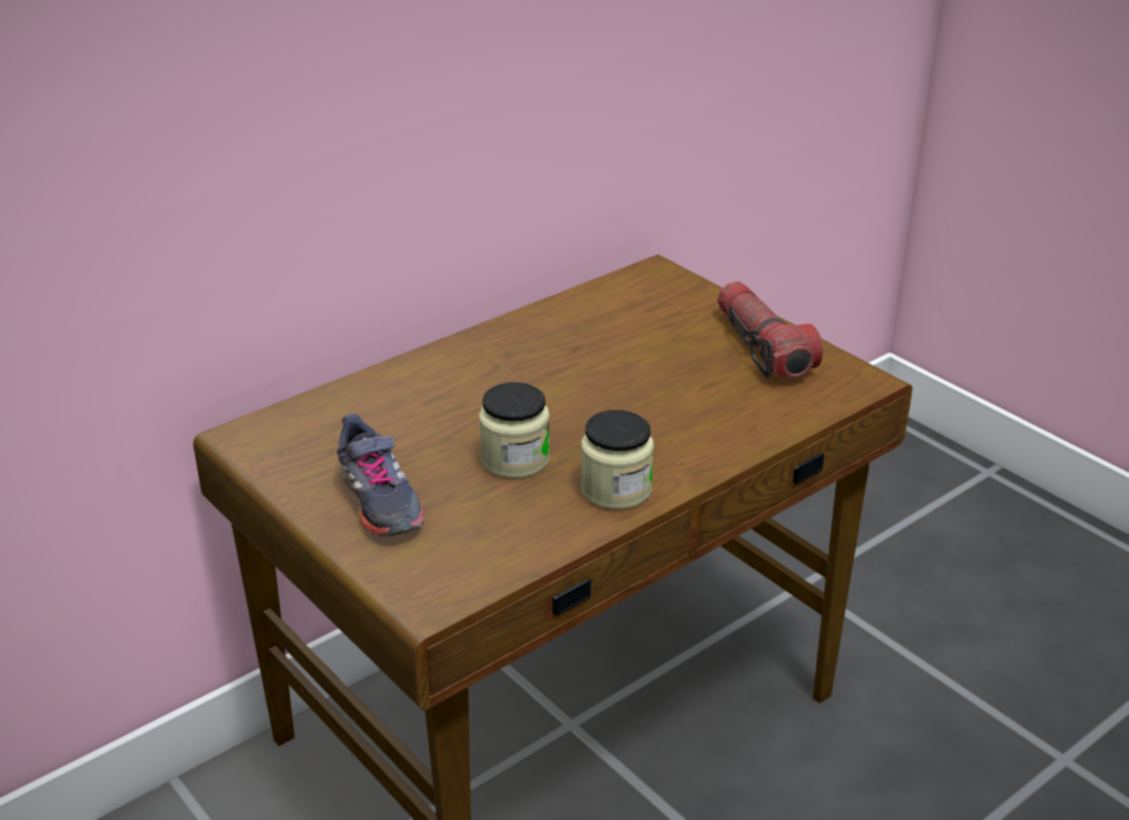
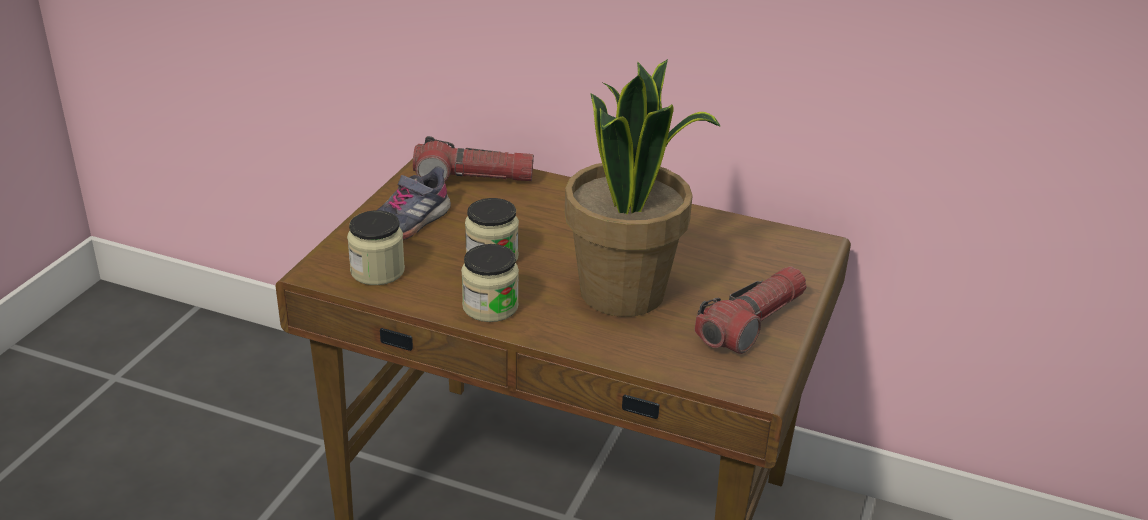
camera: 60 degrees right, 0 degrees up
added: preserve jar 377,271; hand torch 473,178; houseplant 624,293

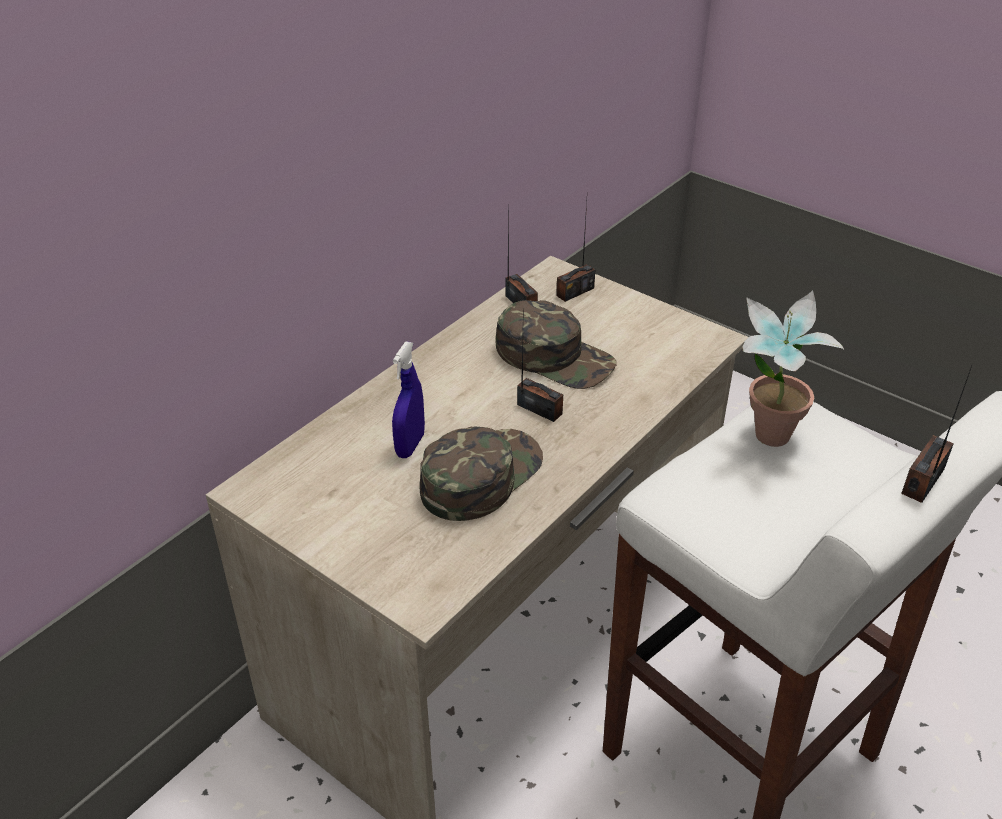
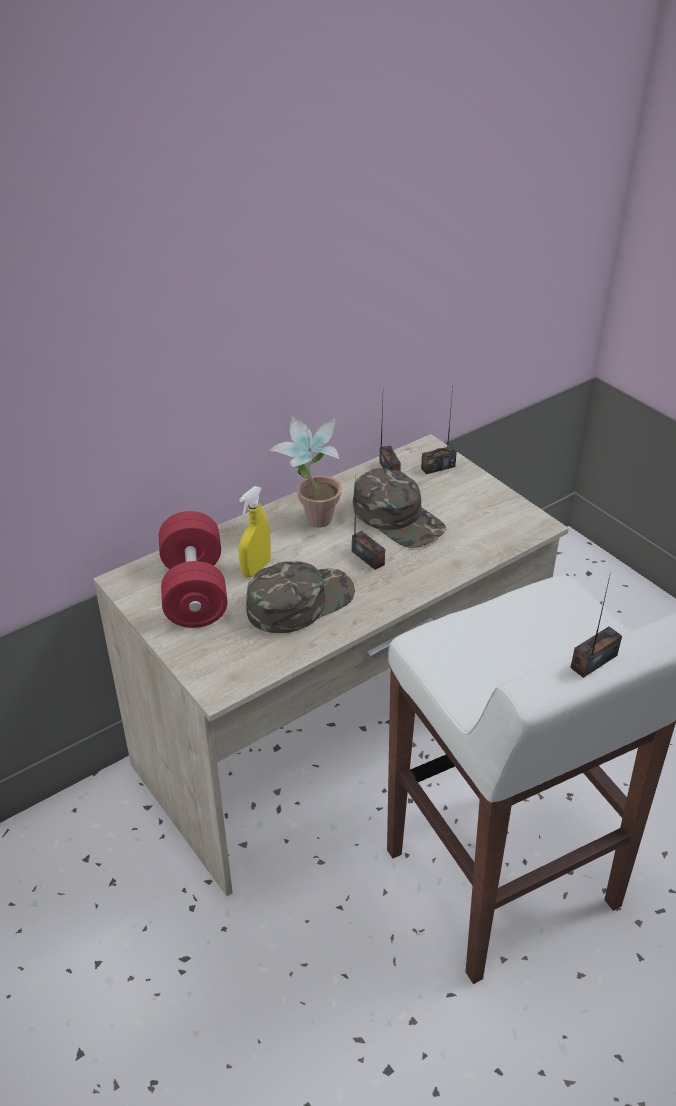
camera: 15 degrees right, 0 degrees up
added: hand weight (reddish) 194,591
moved: houseplant 765,442 to 311,523
recoloured: hand sprayer (blue-coloured) 410,445 to hand sprayer (yellowish) 256,568

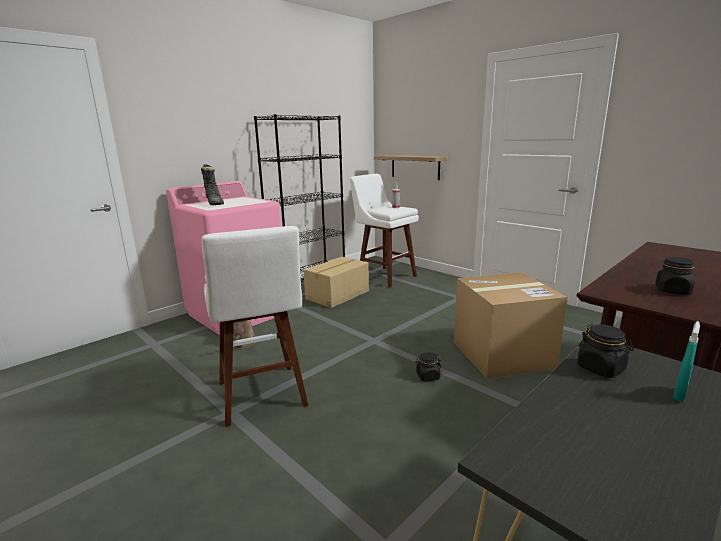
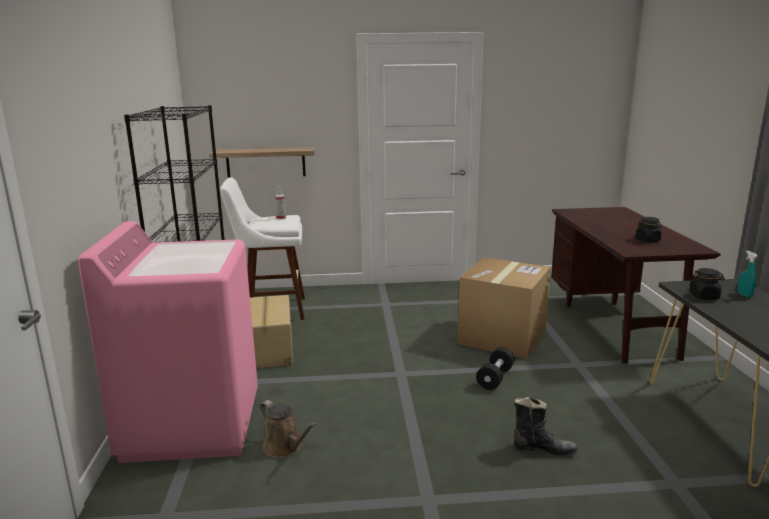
camera: 50 degrees left, 0 degrees up
removed: sitting stool (whitish) 262,397
moved: boot (blackish) 215,204 to 543,449
replaced: preserve jar (blackish) 427,376 to hand weight (blackish) 495,378

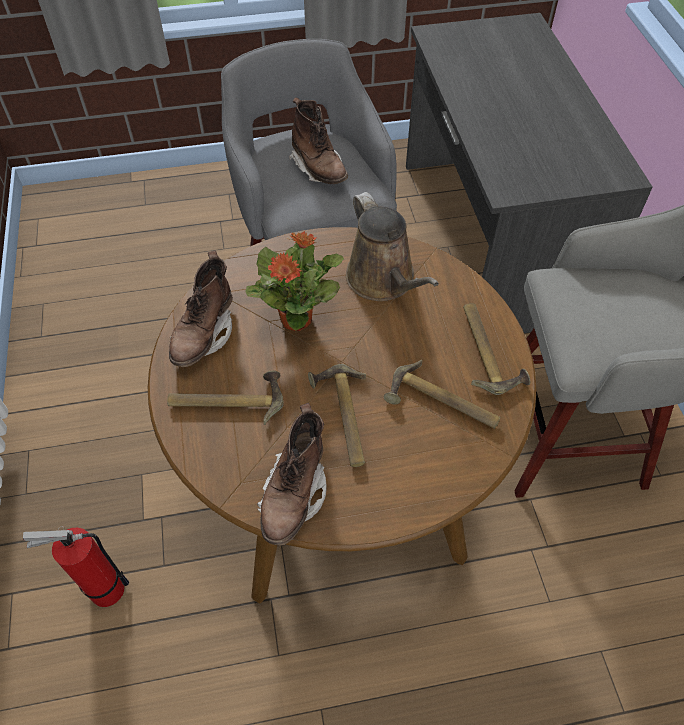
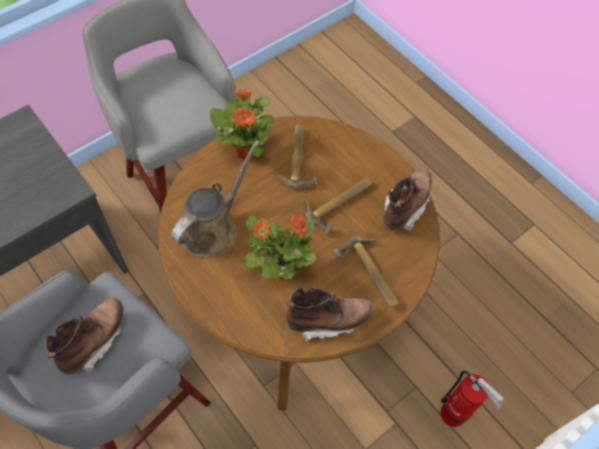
camera: 120 degrees left, 5 degrees up
replaced: hammer 488,351 to houseplant 245,149
turned: boot (brownish) 294,495 = 405,206 45 degrees counterclockwise

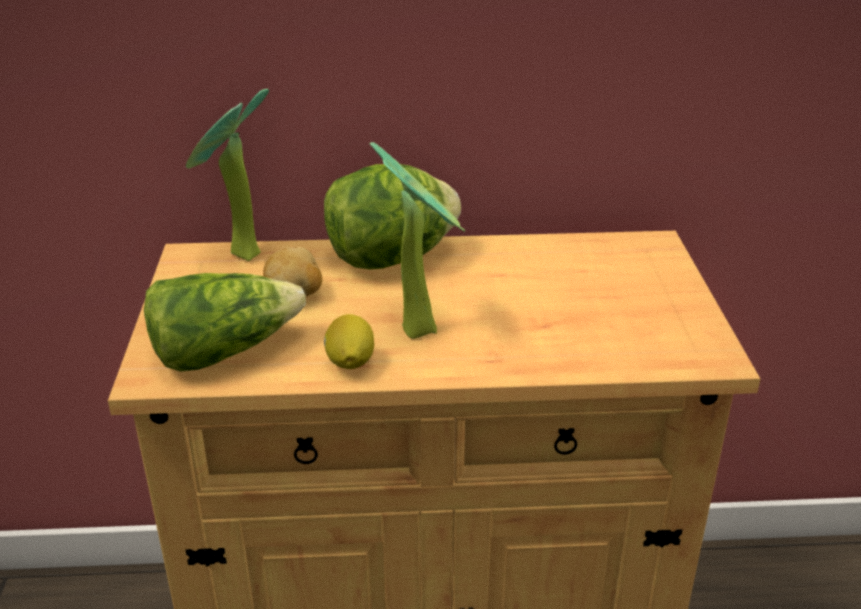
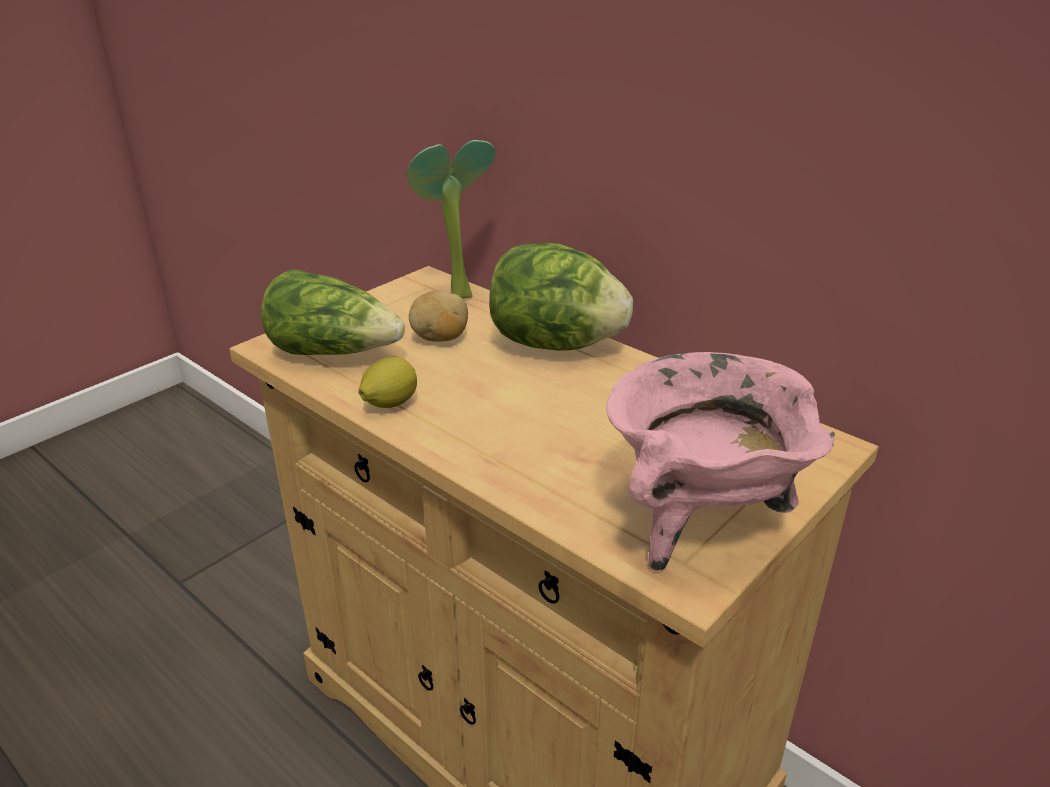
camera: 45 degrees right, 0 degrees up
removed: houseplant 421,327
added: cooking pot (pinkish) 700,521

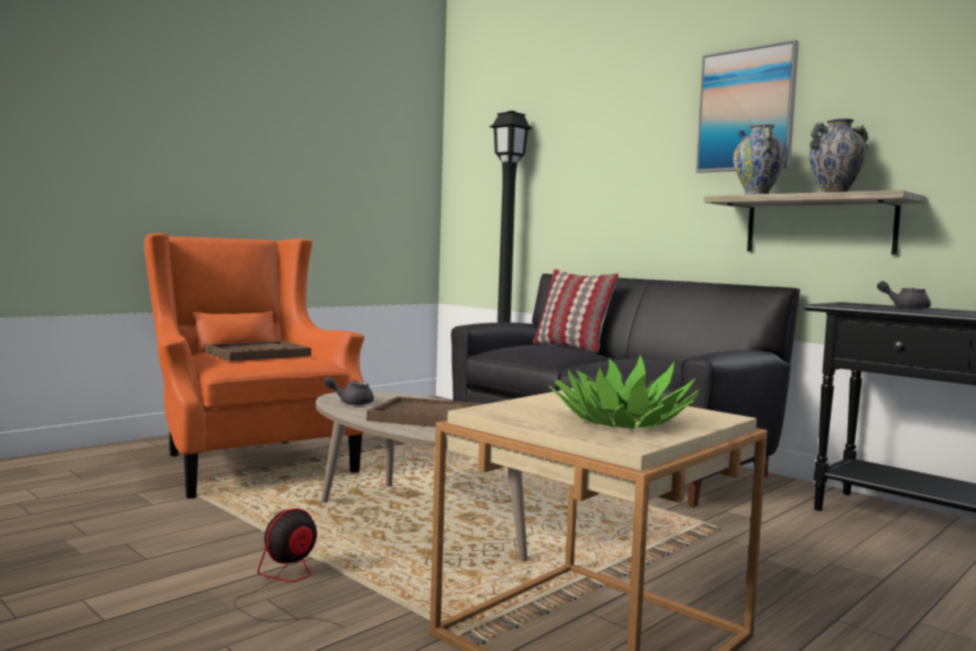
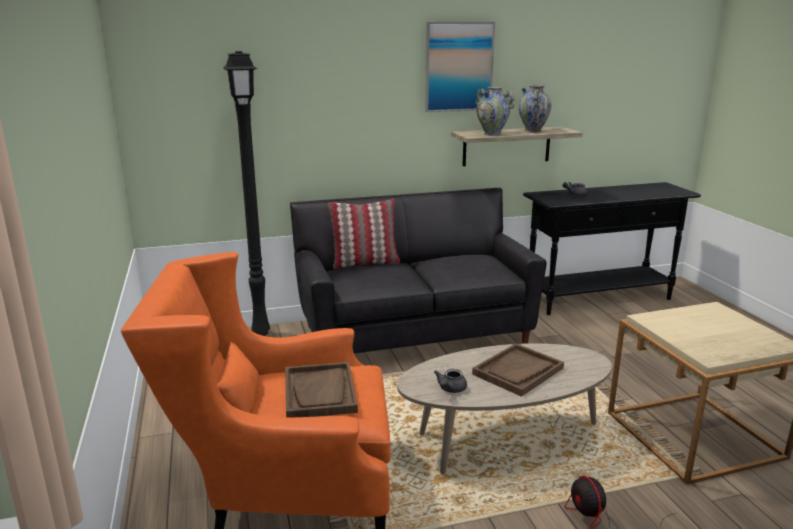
camera: 60 degrees left, 15 degrees up
removed: houseplant 621,422

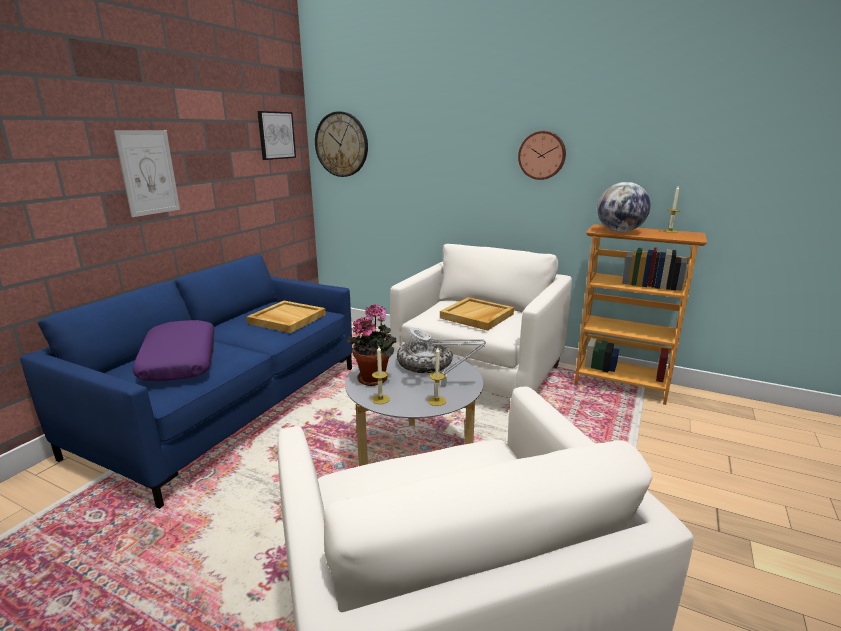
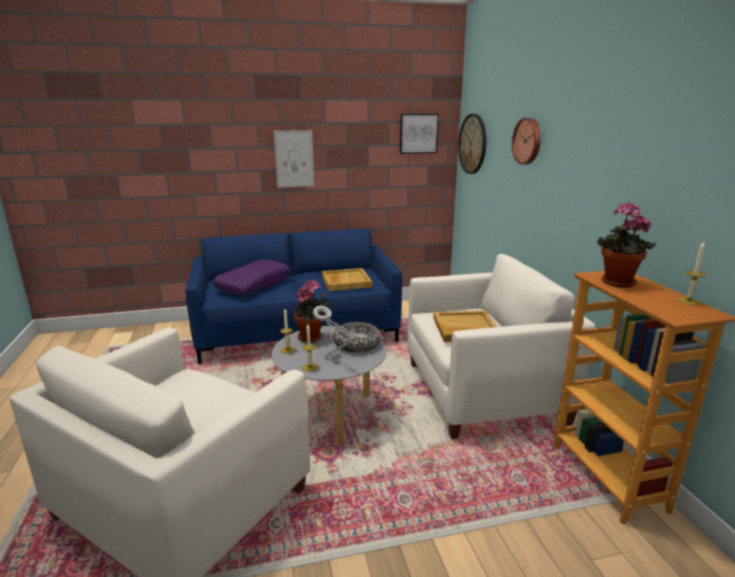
camera: 50 degrees right, 0 degrees up
moved: hanging clock 542,155 to 528,141
replaced: world globe 619,231 to houseplant 616,283

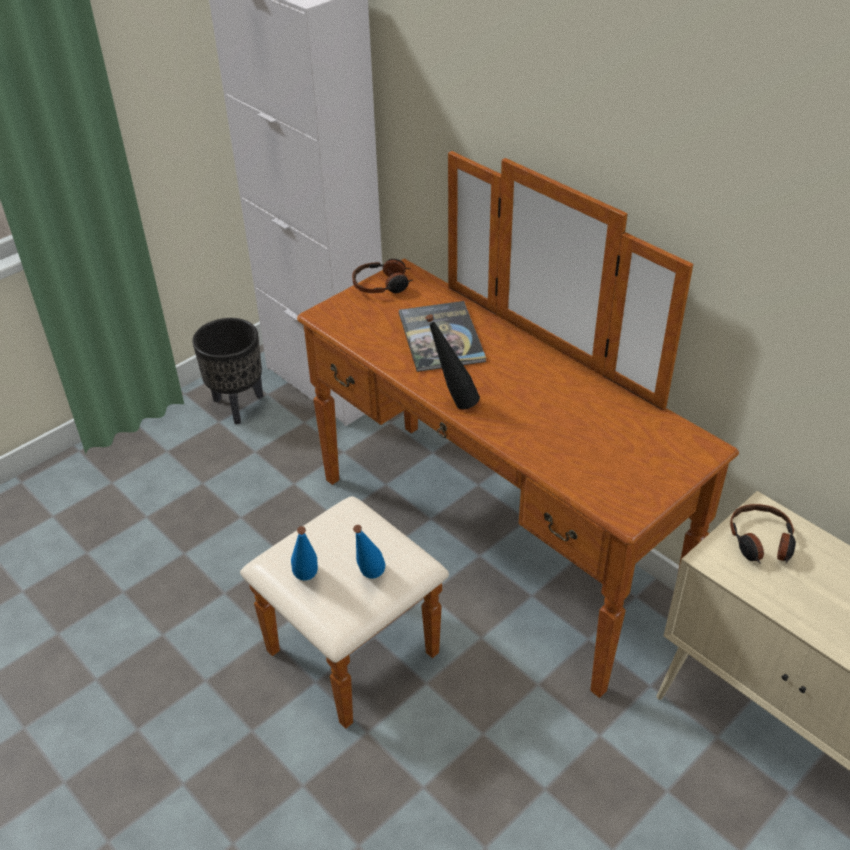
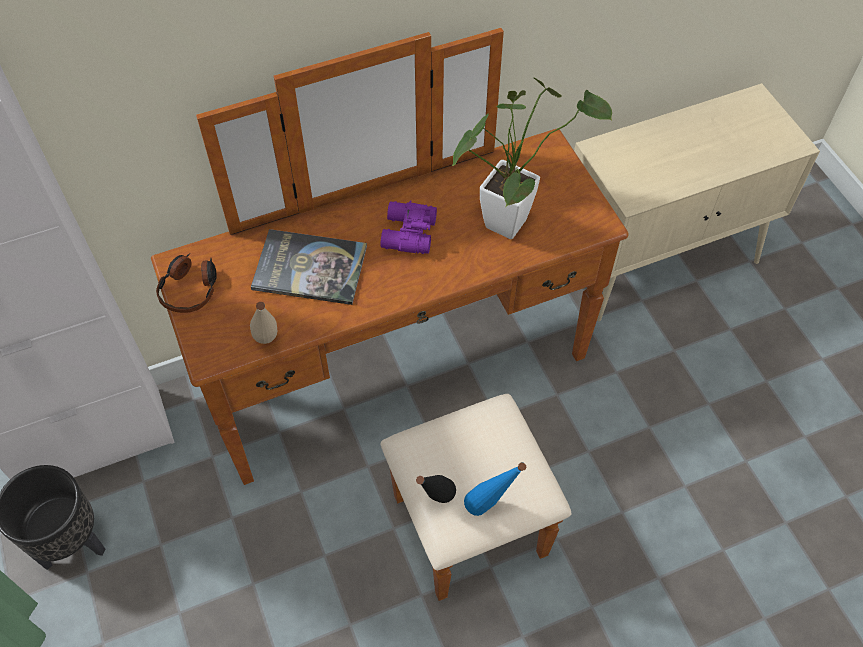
camera: 70 degrees left, 15 degrees up
removed: drink bottle (blue-coloured) 369,581; headset 761,542
added: drink bottle (beige) 269,346; field glasses (purple-coloured) 407,234; houseplant 511,217
moved: drink bottle (blackish) 453,402 to 434,503

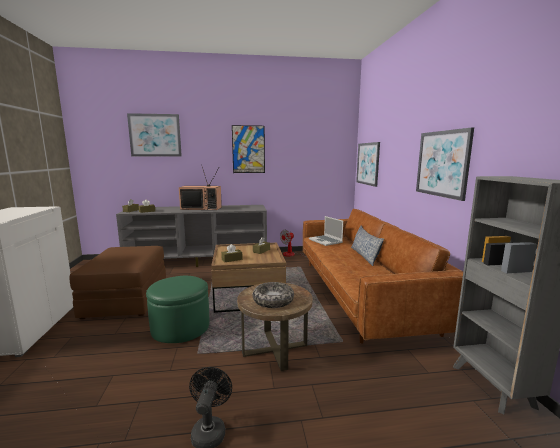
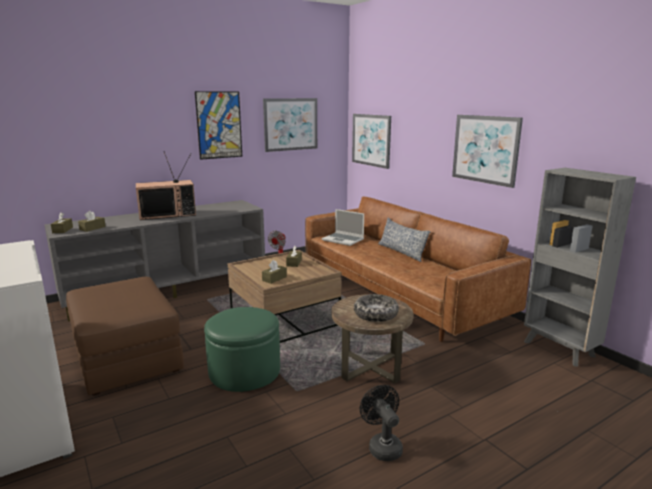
camera: 25 degrees left, 5 degrees up
moved: wall picture 155,135 to 290,124

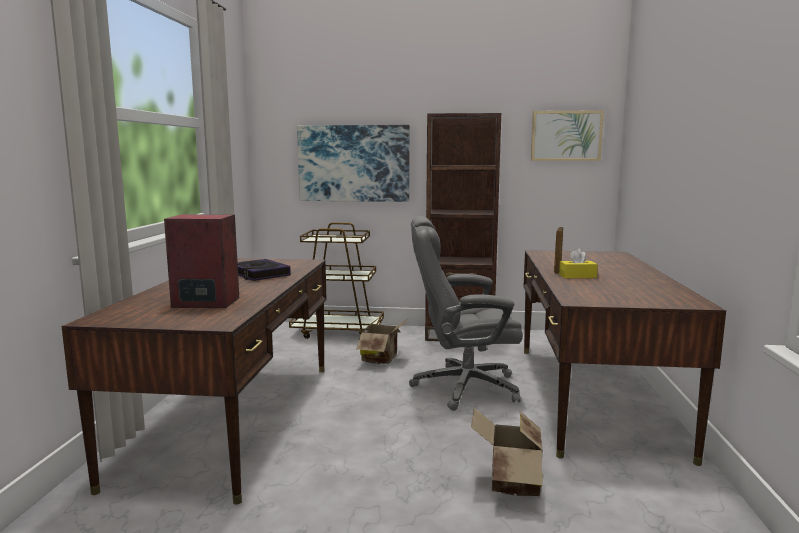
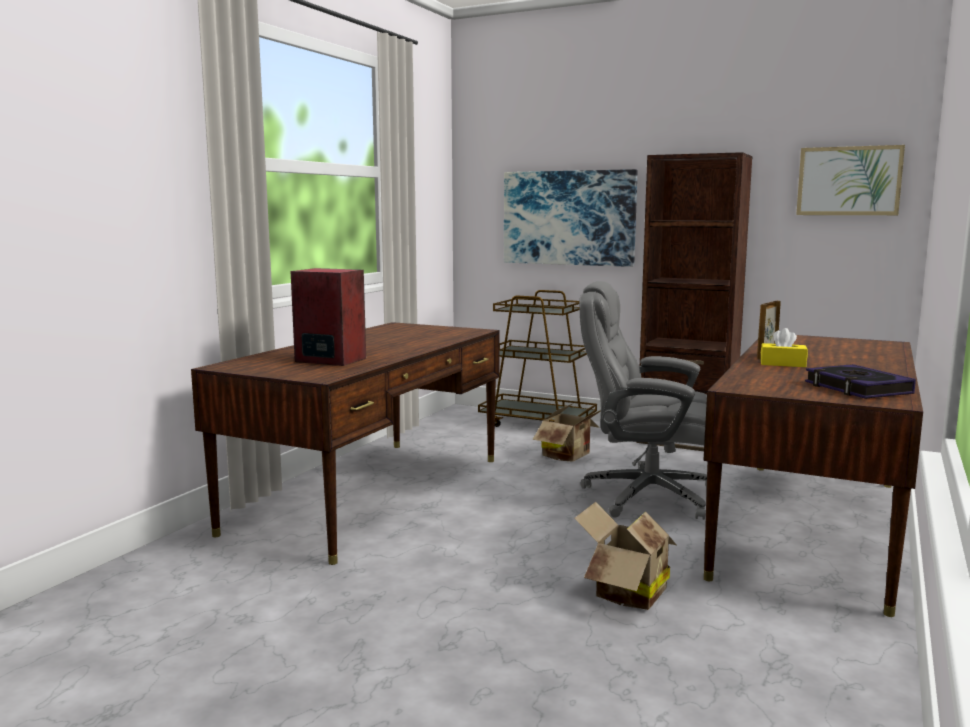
camera: 20 degrees right, 0 degrees up
moved: bound book 259,274 to 857,388

